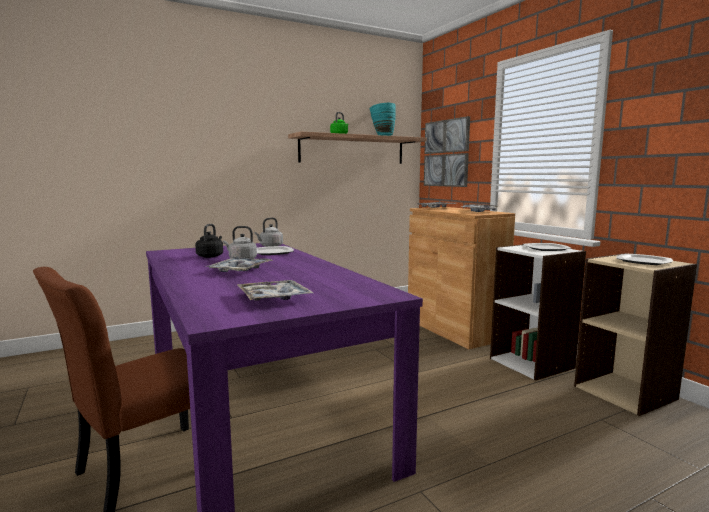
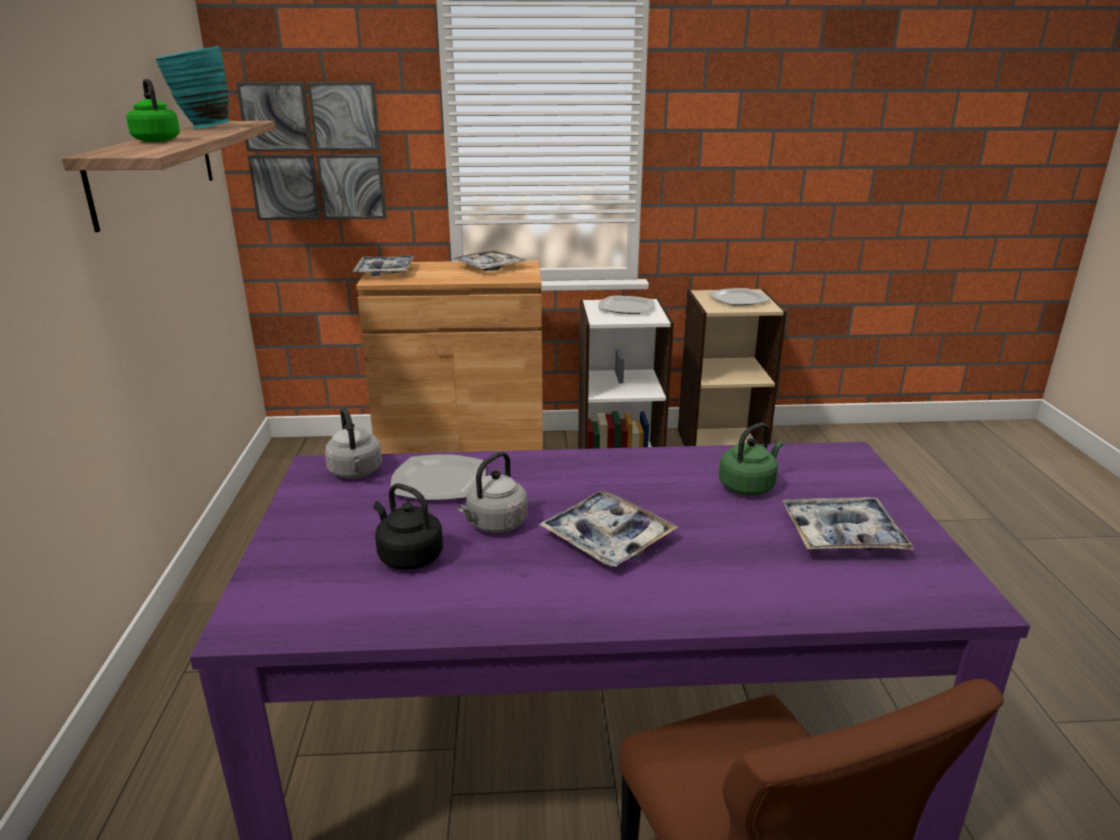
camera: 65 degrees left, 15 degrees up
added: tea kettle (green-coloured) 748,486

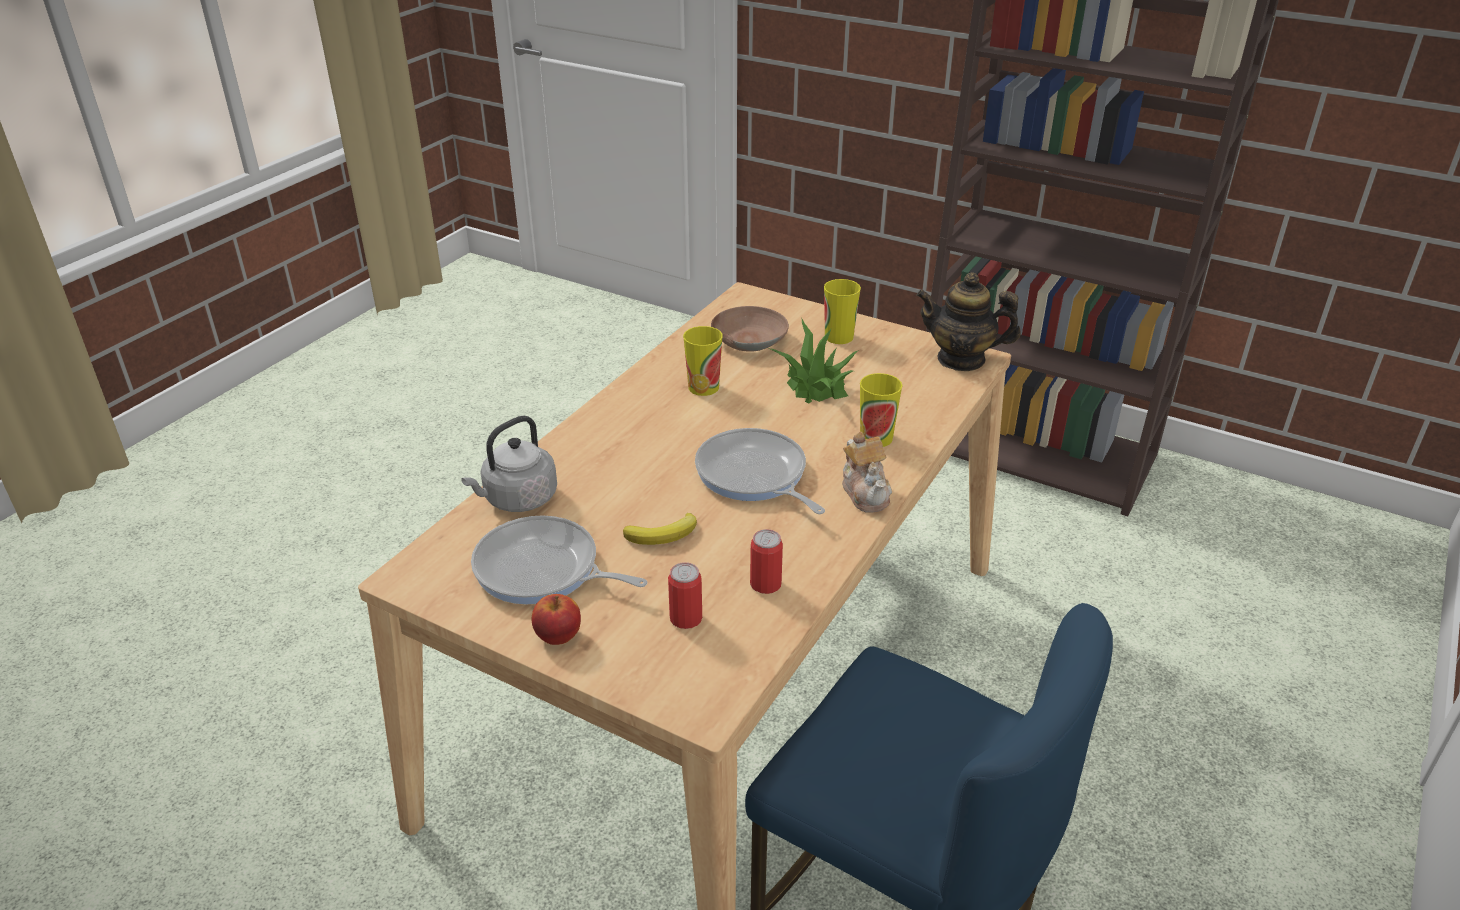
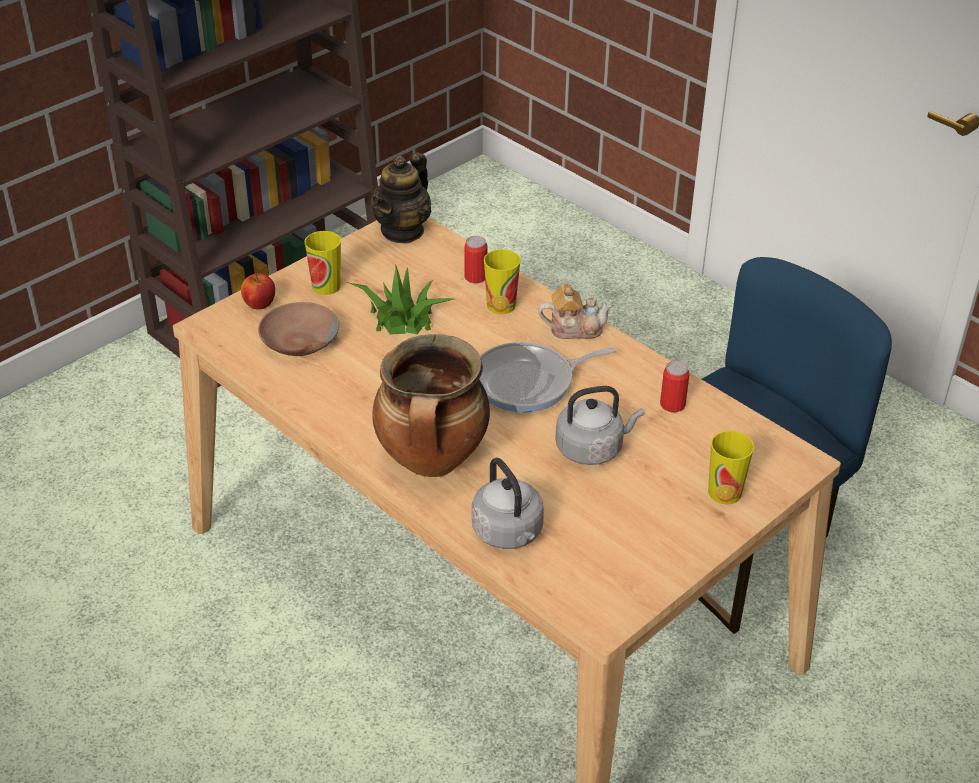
camera: 75 degrees left, 5 degrees up
removed: skillet 542,570
added: cooking pot 433,461
moved: whole apple 558,636 to 259,304; metal can 686,618 to 475,277; cup 703,387 to 724,492
replaced: banana fruit 663,534 to tea kettle (gray) 592,448

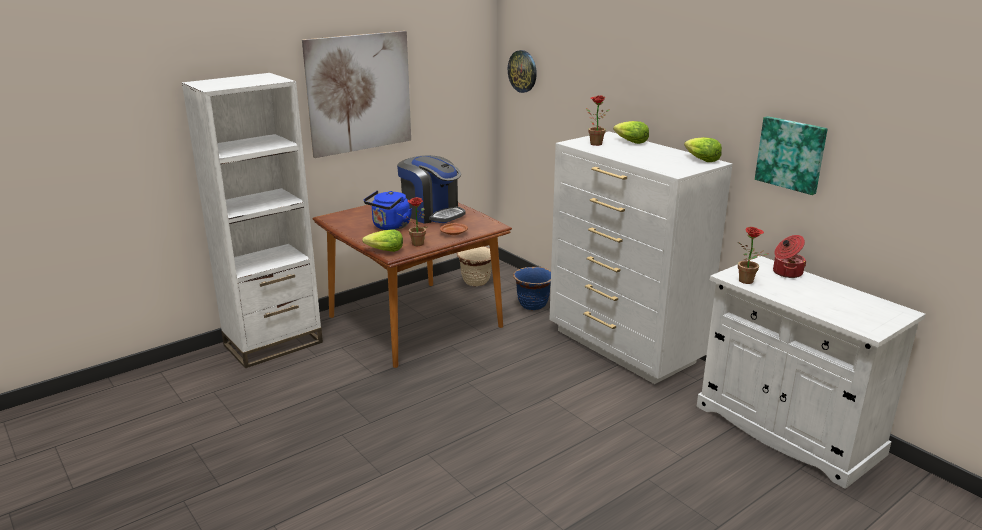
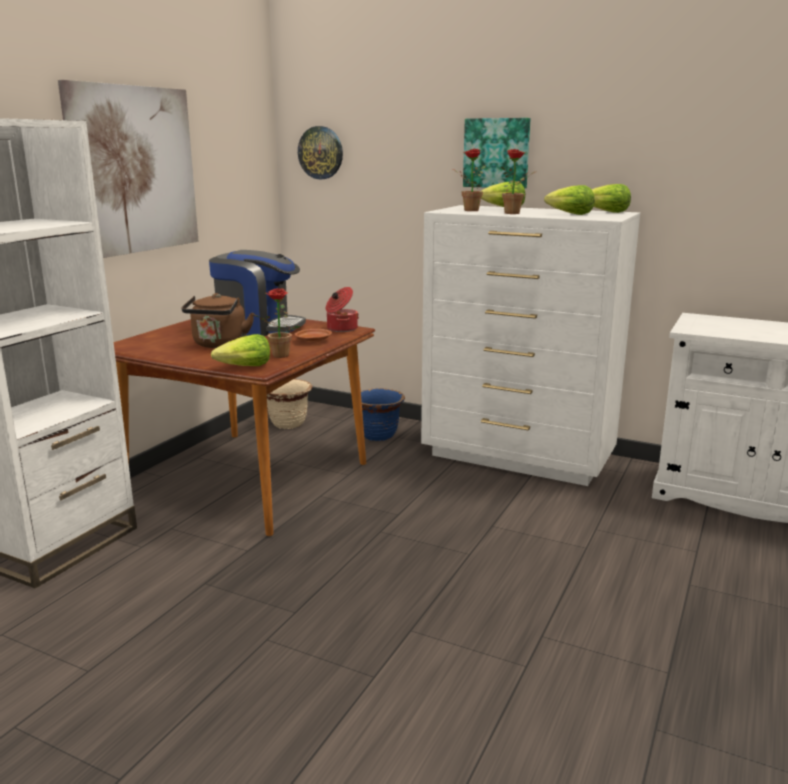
camera: 25 degrees left, 5 degrees down
added: lettuce 569,214
moved: cooking pot 786,272 to 341,329; wall picture 791,154 to 496,153; houseplant 749,282 to 515,213
recoloured: tea kettle (blue-coloured) 390,227 to tea kettle (brownish) 219,345

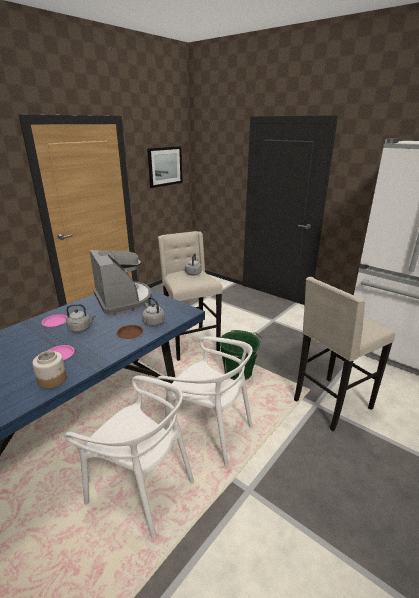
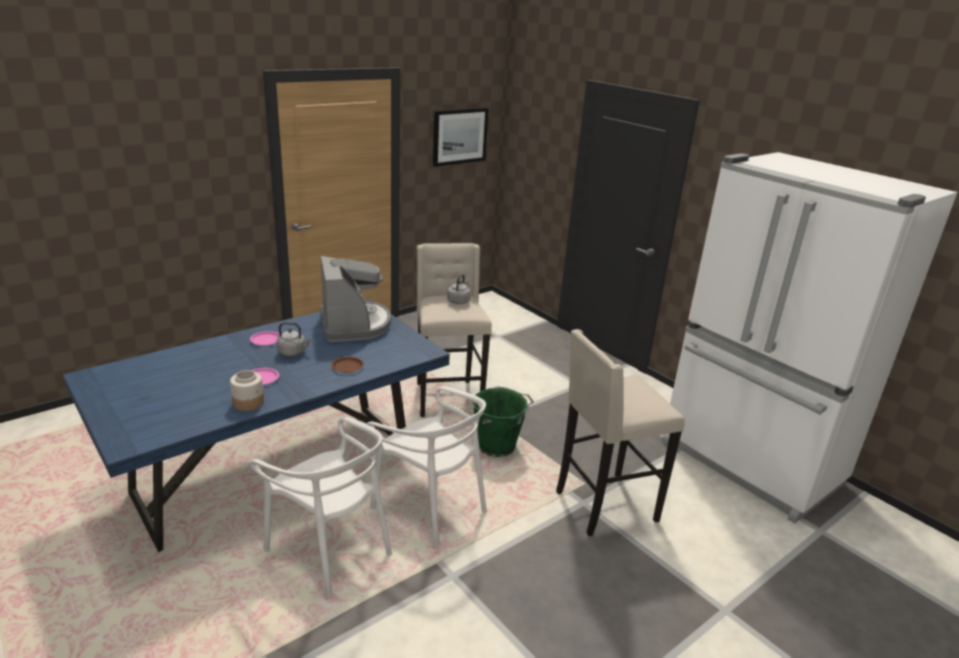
camera: 10 degrees right, 0 degrees up
removed: tea kettle (gray) 153,322

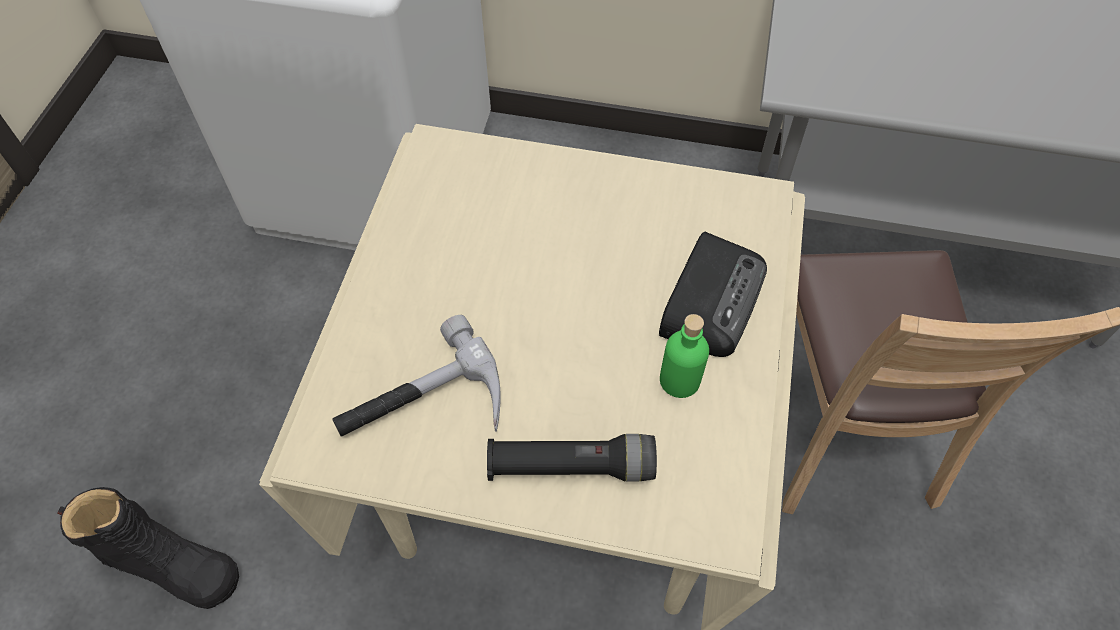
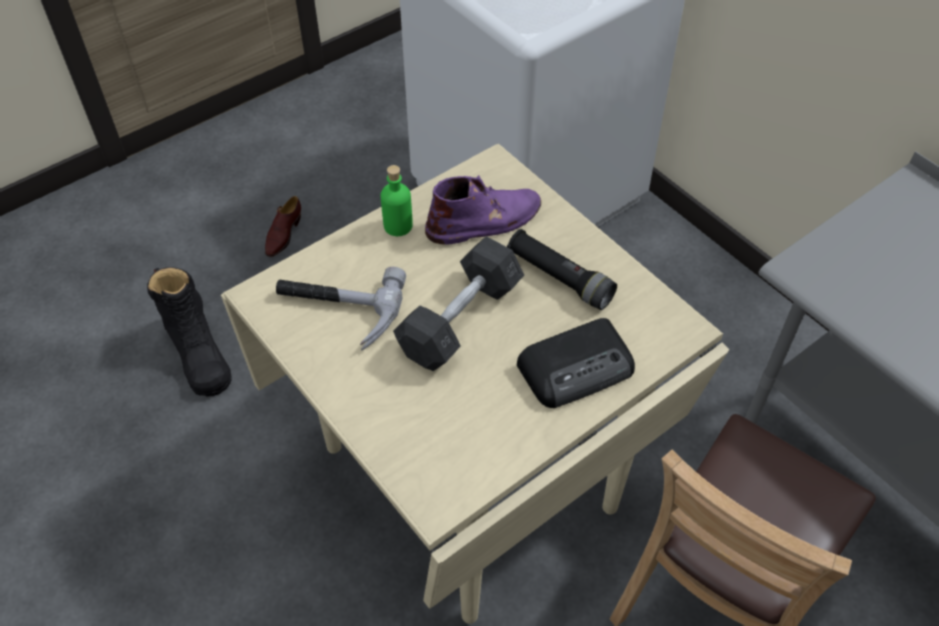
camera: 40 degrees right, 5 degrees down
added: low shoe (brownish) 283,234; hand weight (gray) 460,319; boot (purple-coloured) 485,221
moved: drink bottle (green-coloured) 680,380 to 398,226; hand torch (blackish) 571,467 to 559,278

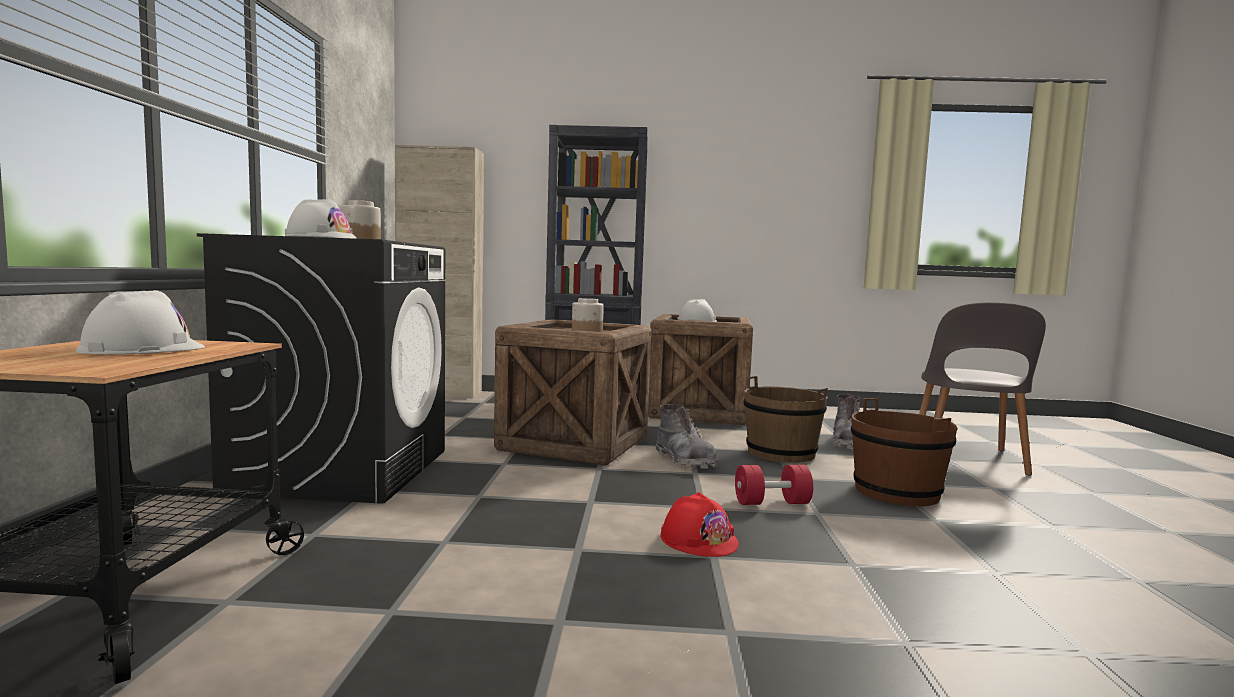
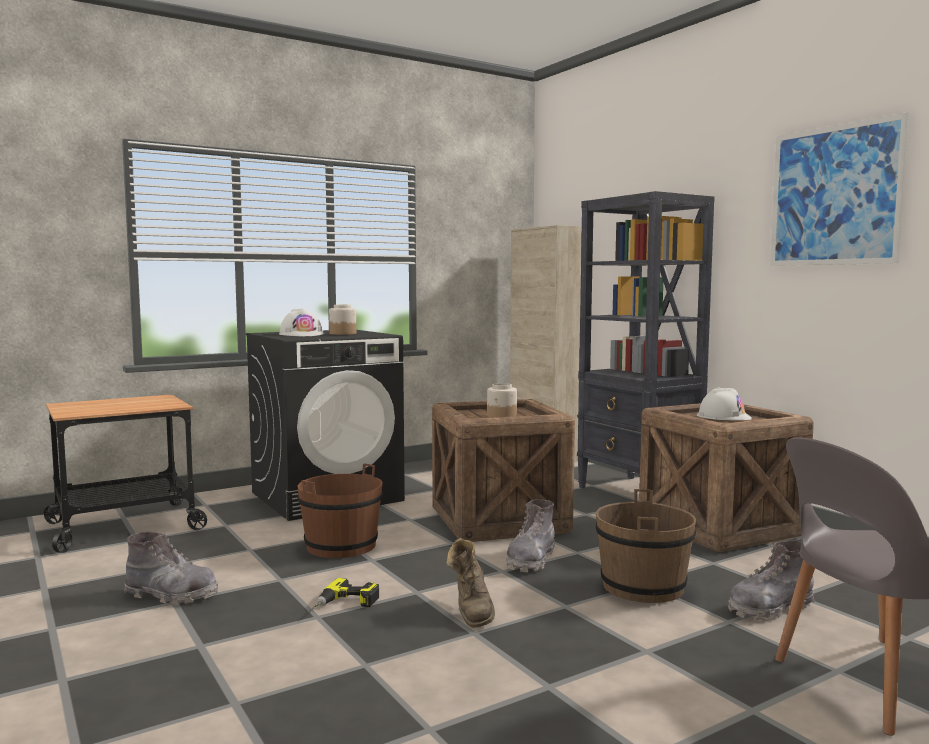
camera: 55 degrees right, 0 degrees up
removed: hard hat (whitish) 142,349
added: boot (gray) 171,595; wall picture 834,195
moved: bucket (brownish) 896,492 to 341,546
replaced: hard hat (reddish) 699,539 to power drill 344,606; hand weight (reddish) 772,503 to boot (brownish) 472,612

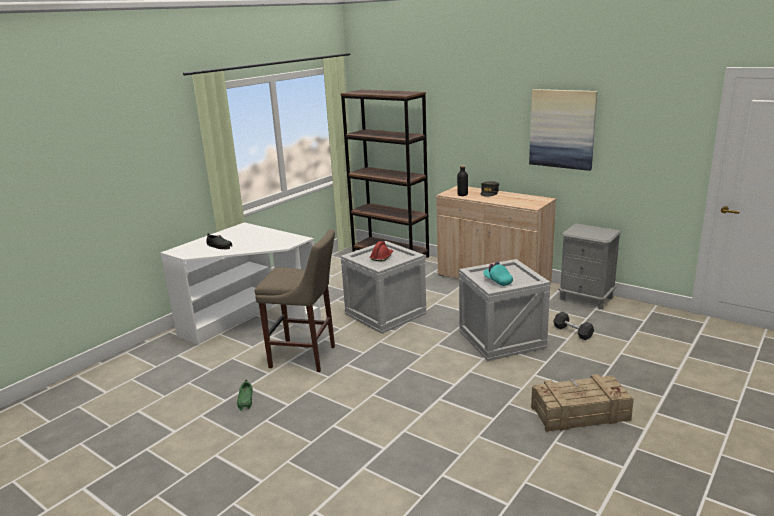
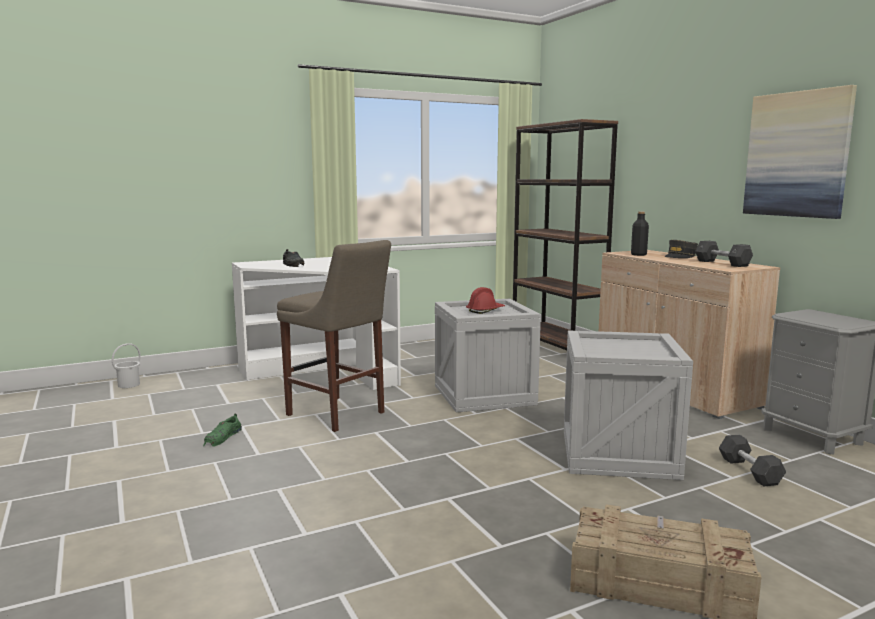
camera: 25 degrees right, 10 degrees down
removed: cap (blue-green) 497,281
added: bucket (whitish) 128,385; hand weight (gray) 722,263

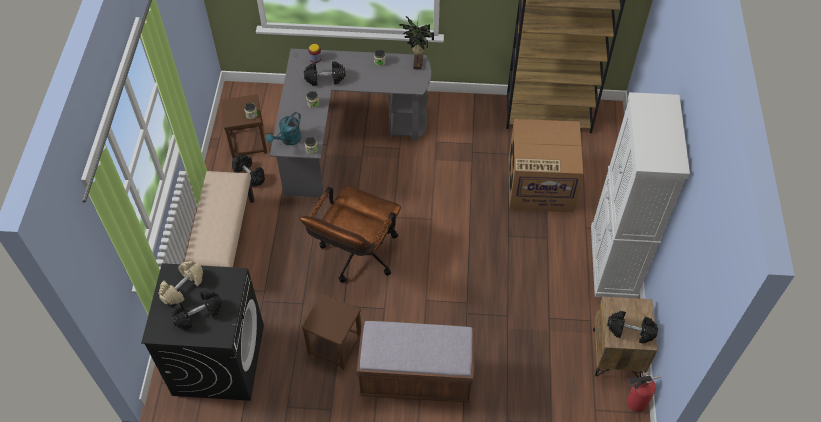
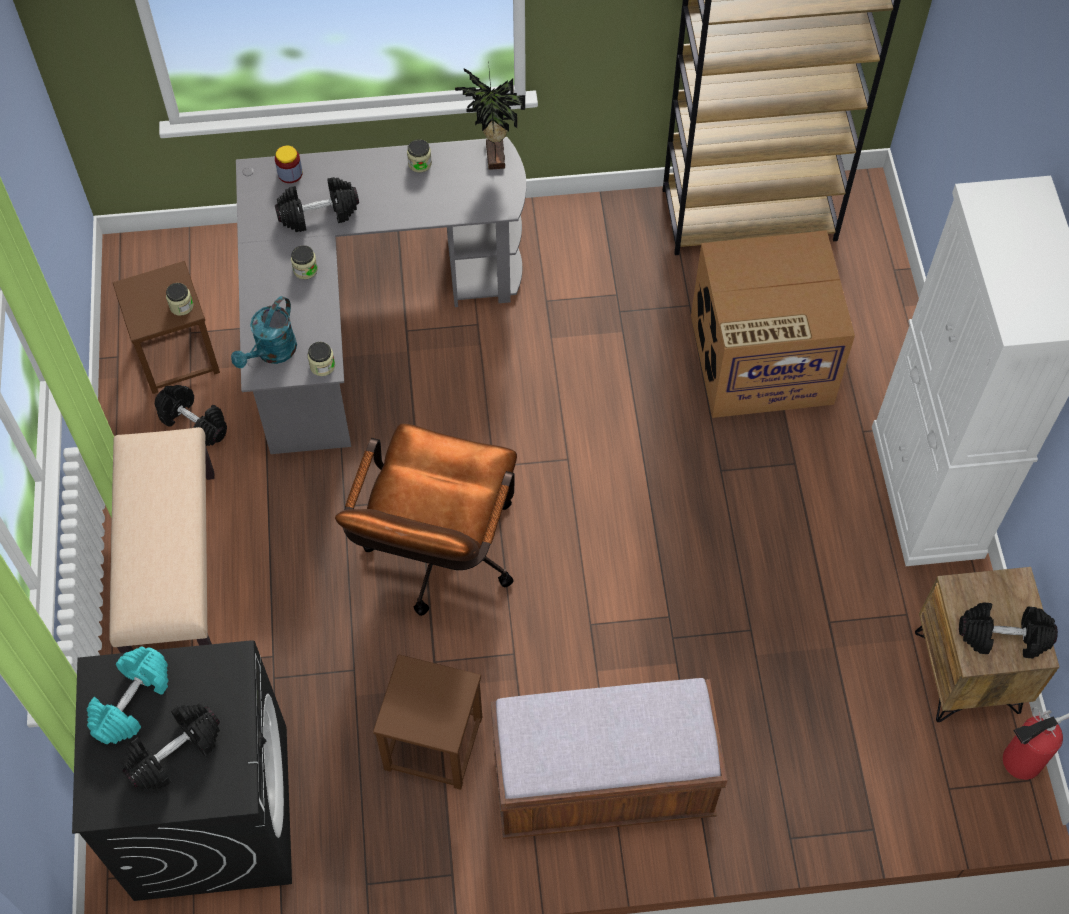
camera: 10 degrees left, 5 degrees up
recoloured: hand weight (beige) 183,288 to hand weight (blue-green) 132,703

